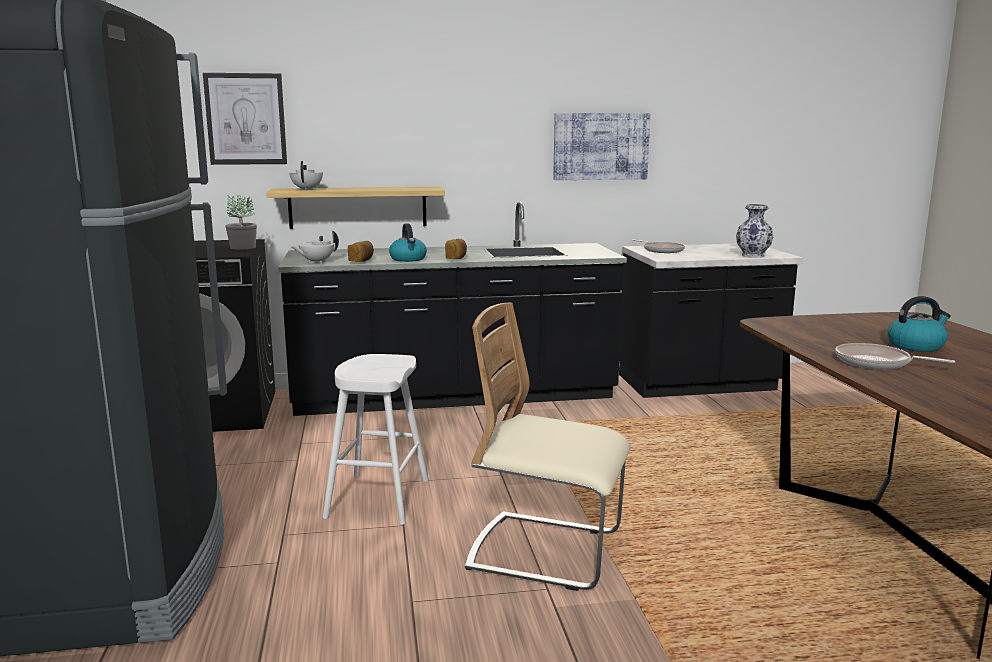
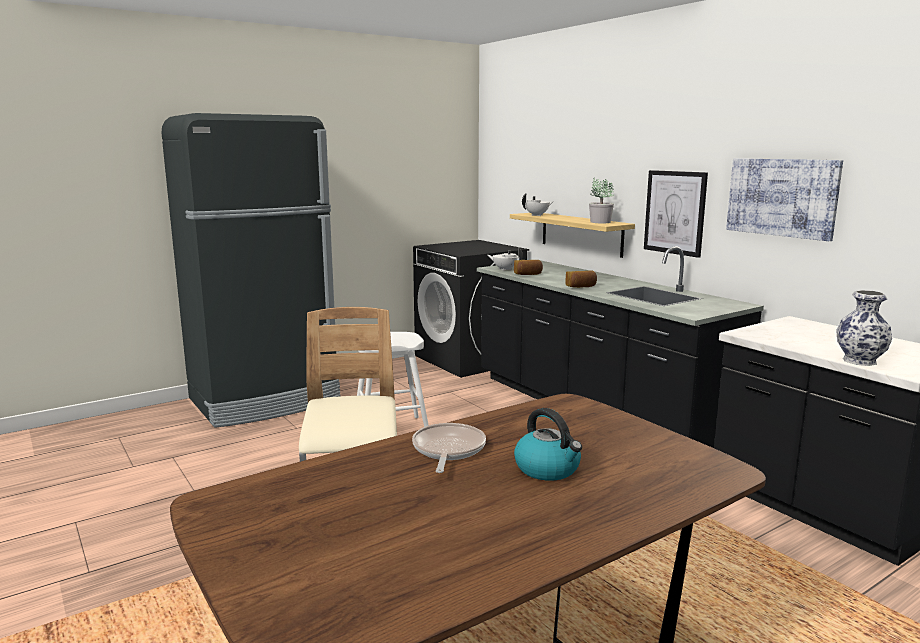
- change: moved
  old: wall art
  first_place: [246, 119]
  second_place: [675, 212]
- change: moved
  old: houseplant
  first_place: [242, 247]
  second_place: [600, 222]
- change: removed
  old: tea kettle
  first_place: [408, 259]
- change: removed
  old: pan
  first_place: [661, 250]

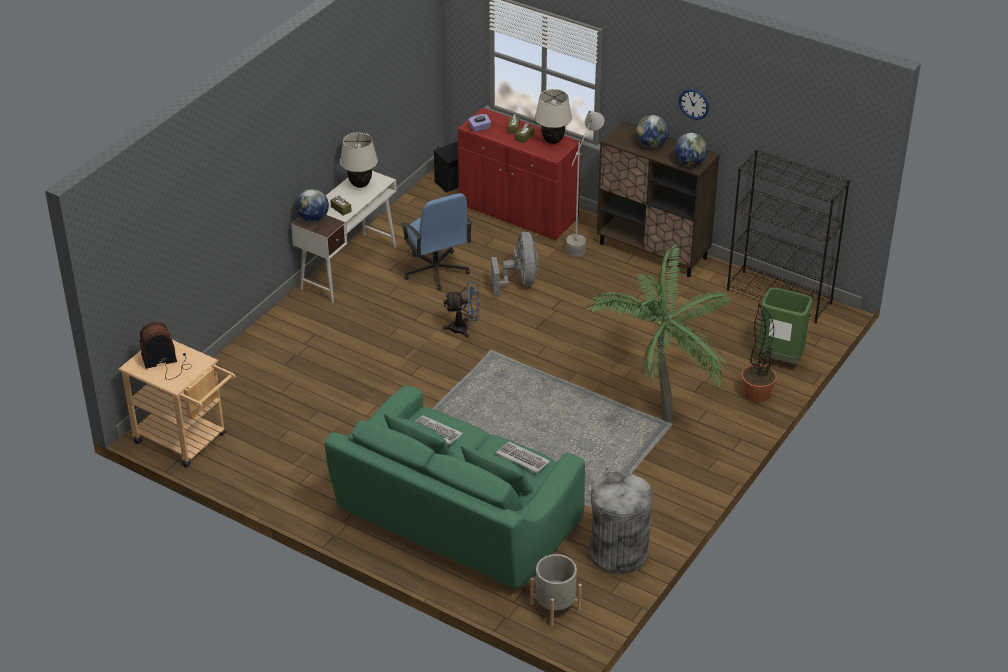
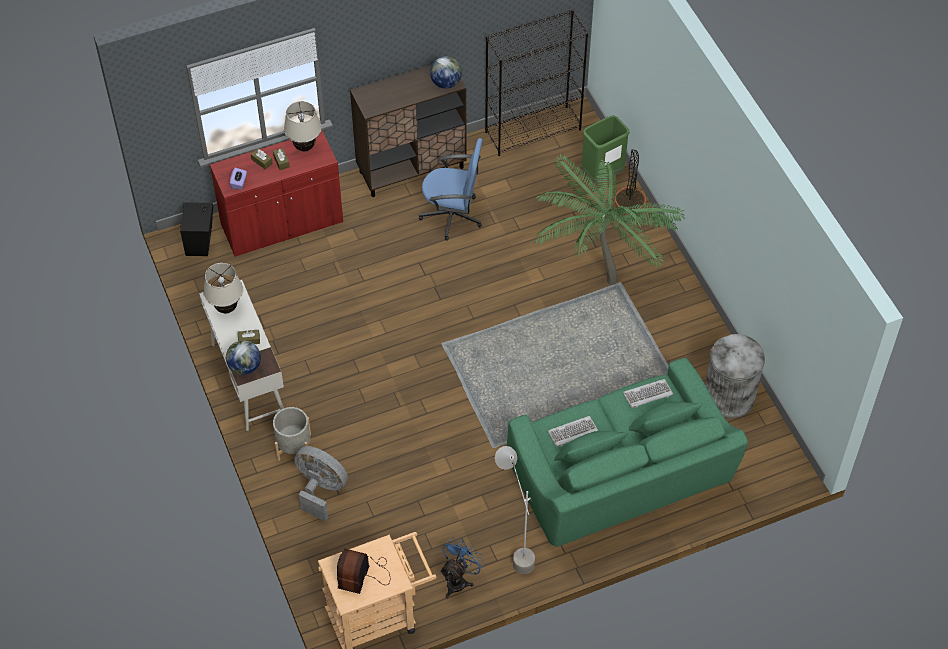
- change: moved
  old: office chair in bluish
  first_place: [436, 271]
  second_place: [453, 216]
- change: moved
  old: electric fan in bluish
  first_place: [464, 328]
  second_place: [459, 580]
- change: moved
  old: electric fan in gray
  first_place: [519, 282]
  second_place: [320, 490]
- change: moved
  old: flower pot in gray
  first_place: [555, 607]
  second_place: [294, 447]
- change: moved
  old: standing lamp in gray
  first_place: [582, 241]
  second_place: [514, 550]
- change: removed
  old: desk globe
  first_place: [651, 145]
- change: removed
  old: clock on the wall
  first_place: [693, 104]

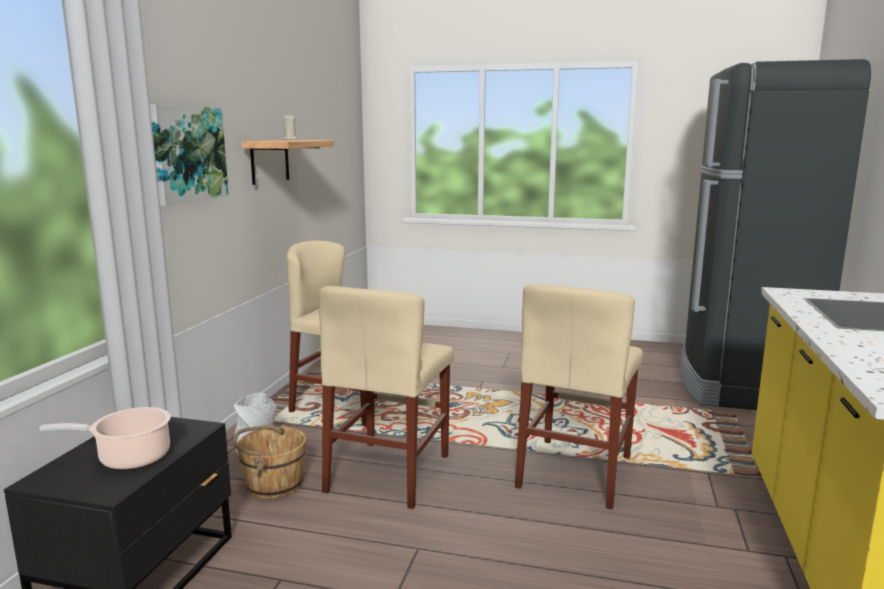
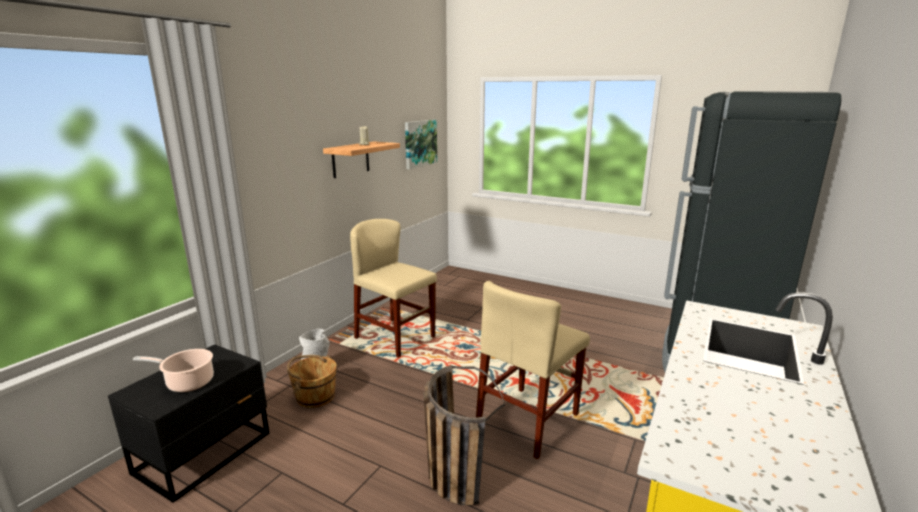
- change: moved
  old: wall art
  first_place: [188, 154]
  second_place: [420, 143]
- change: removed
  old: chair in beige
  first_place: [389, 472]
- change: added
  new: basket
  second_place: [451, 471]

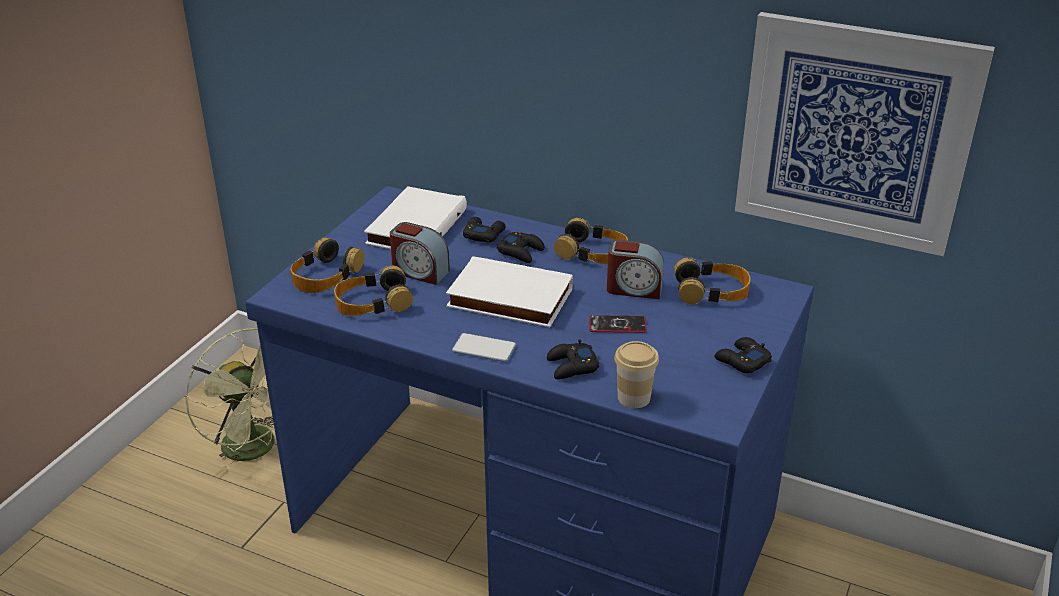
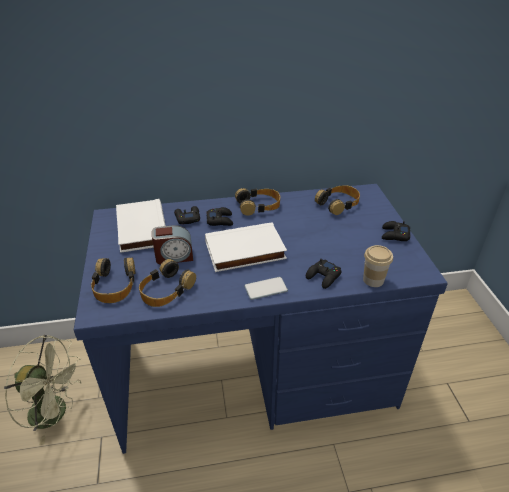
- change: removed
  old: handset
  first_place: [617, 325]
- change: removed
  old: table clock
  first_place: [634, 288]
- change: removed
  old: wall art
  first_place: [854, 133]

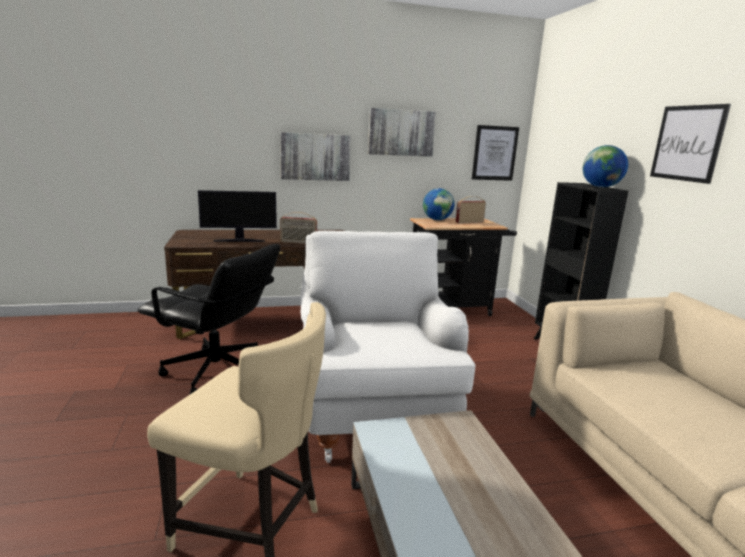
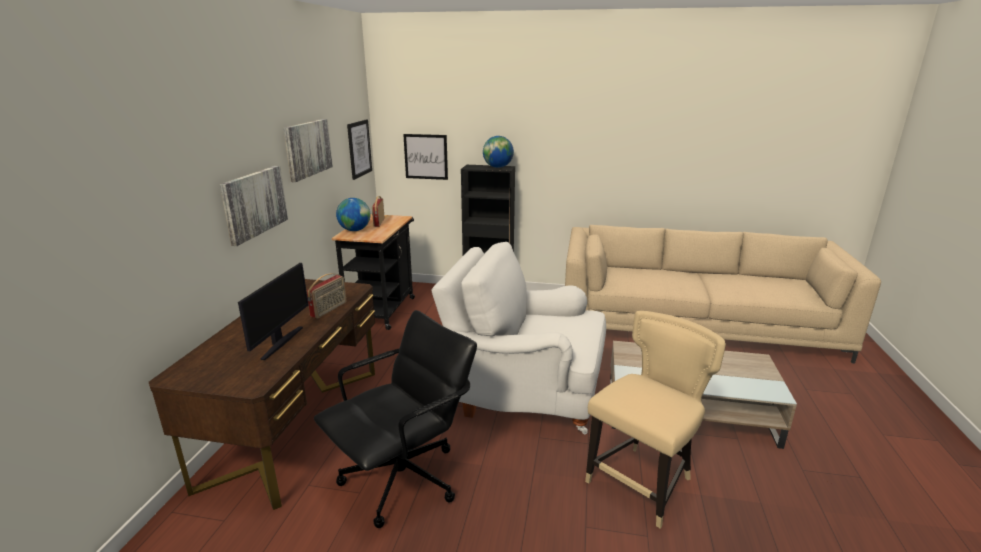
- change: moved
  old: wall art
  first_place: [687, 143]
  second_place: [426, 156]

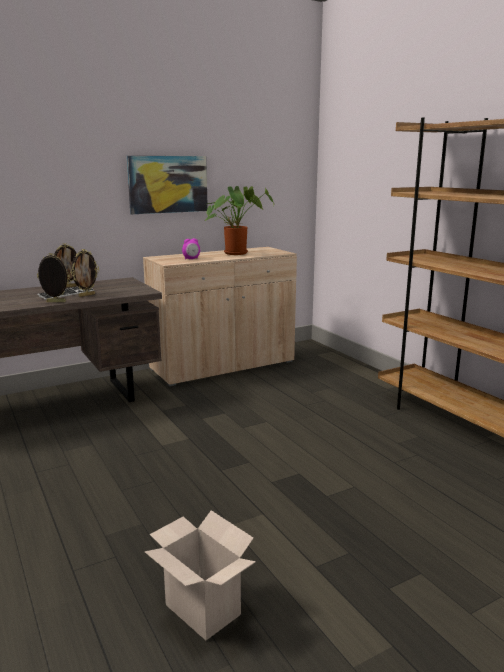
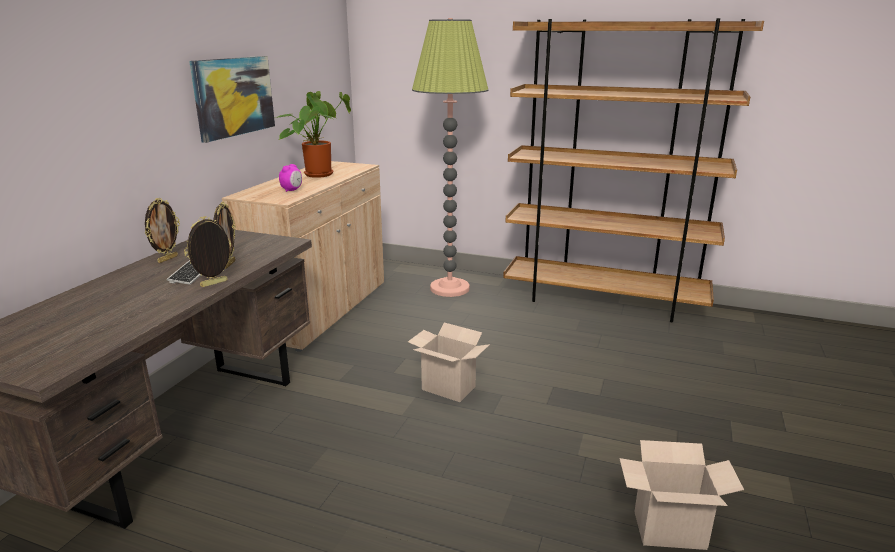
- change: added
  new: cardboard box
  second_place: [446, 388]
- change: added
  new: standing lamp
  second_place: [449, 288]

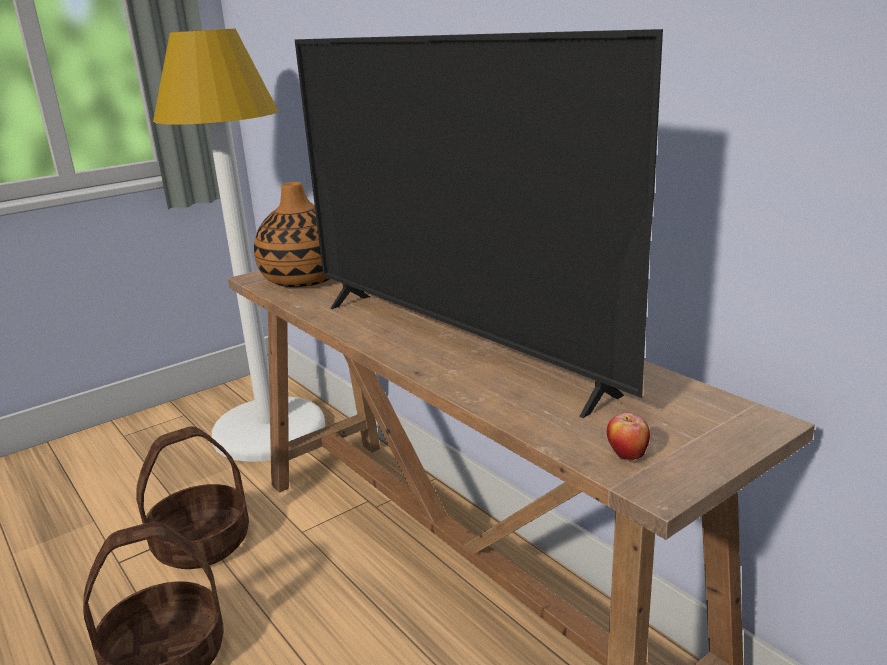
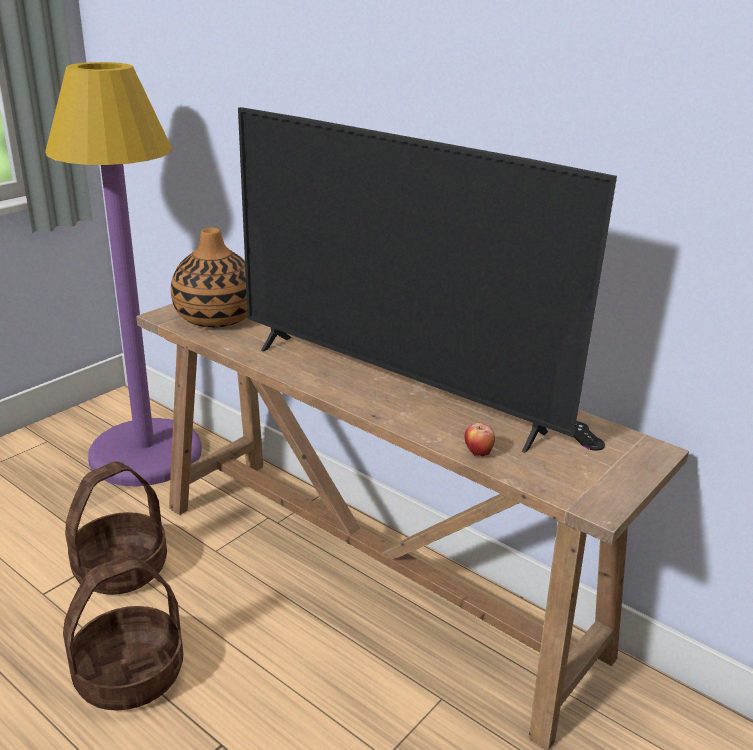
- change: recoloured
  old: standing lamp in whitish
  new: standing lamp in purplish
  first_place: [269, 431]
  second_place: [146, 454]
- change: moved
  old: apple fruit
  first_place: [626, 456]
  second_place: [478, 453]
- change: added
  new: gamepad in black-coloured
  second_place: [584, 436]

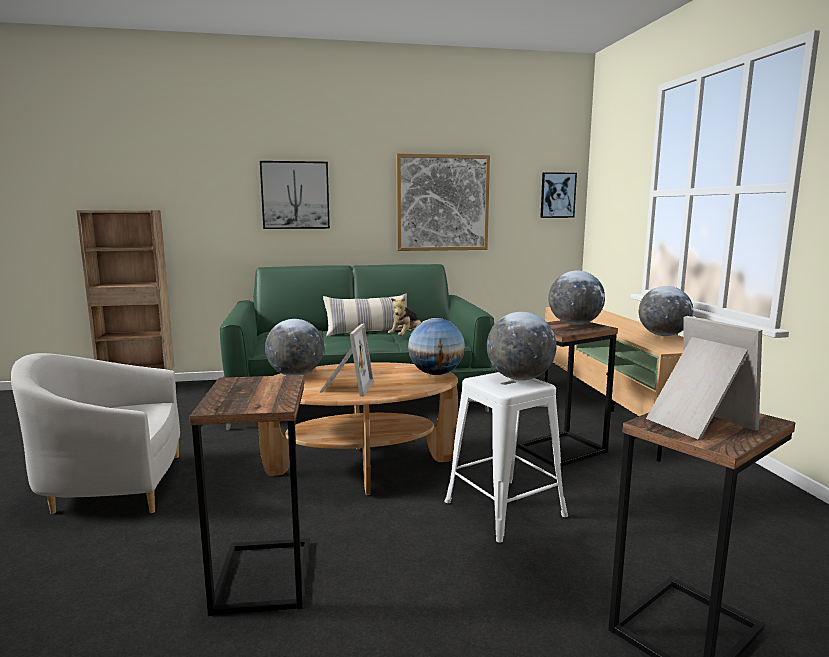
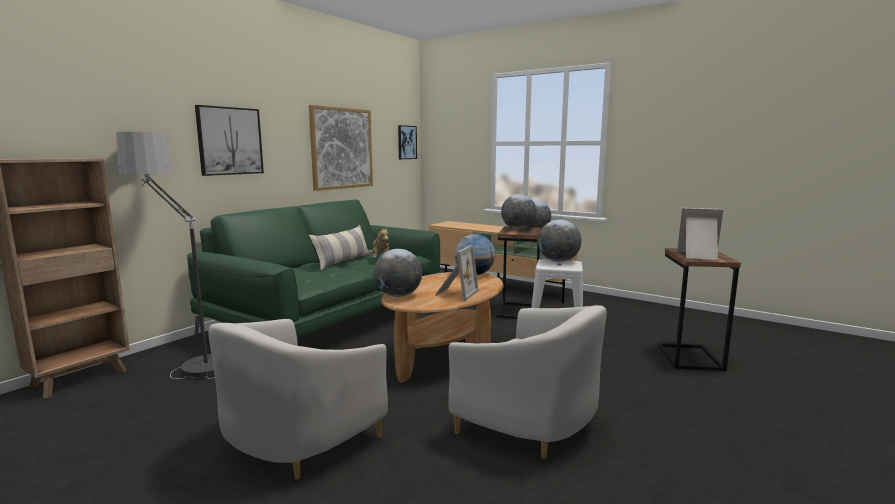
- change: replaced
  old: side table
  new: easy chair in whitish
  first_place: [261, 576]
  second_place: [529, 424]
- change: turned
  old: standing frame
  first_place: [345, 387]
  second_place: [455, 293]
  degrees: 60
- change: added
  new: standing lamp
  second_place: [185, 361]

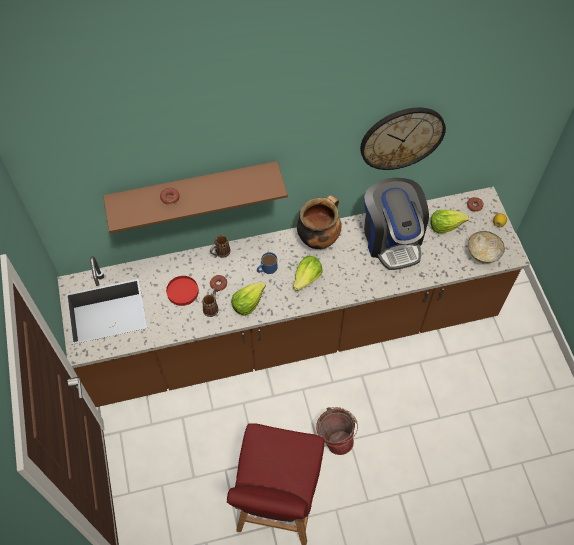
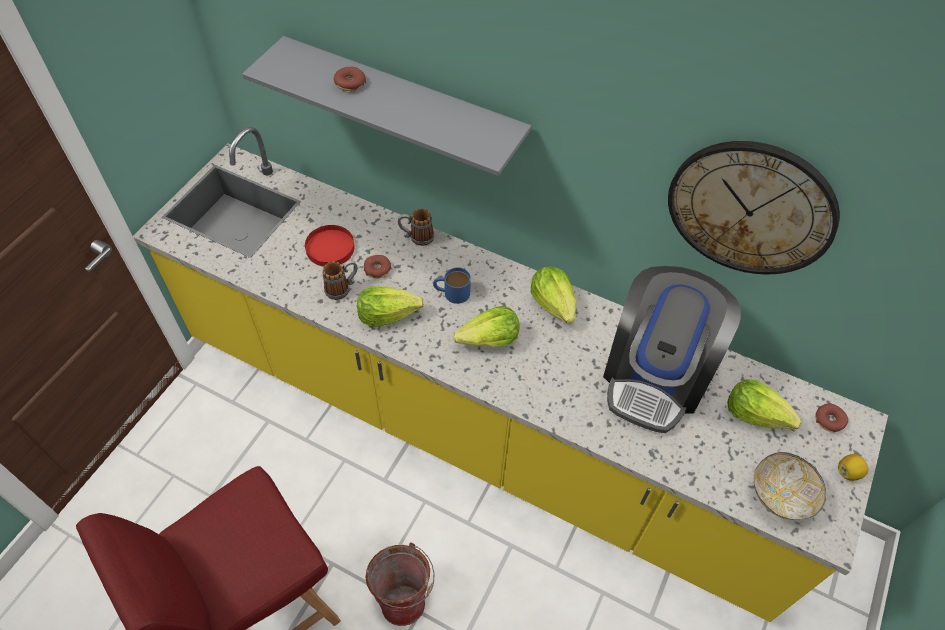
- change: recoloured
  old: counter in brown
  new: counter in yellow-coloured
  first_place: [287, 334]
  second_place: [469, 423]
- change: recoloured
  old: wall shelf in brown
  new: wall shelf in gray
  first_place: [193, 190]
  second_place: [403, 105]
- change: replaced
  old: saucepot
  new: head of lettuce
  first_place: [318, 238]
  second_place: [554, 304]

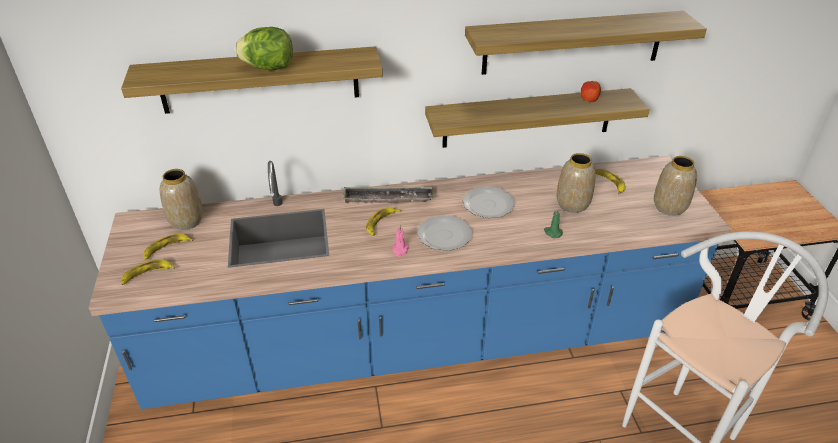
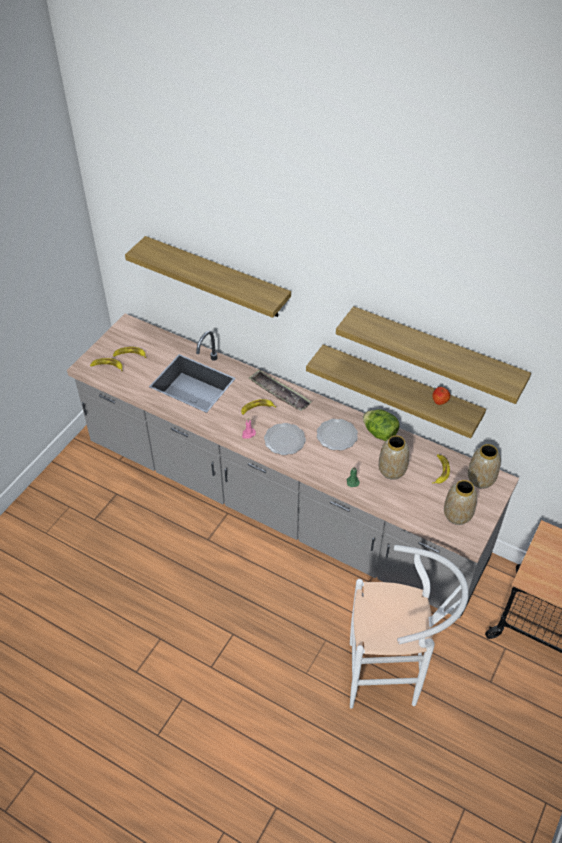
- change: recoloured
  old: counter in bluish
  new: counter in gray
  first_place: [419, 341]
  second_place: [281, 503]
- change: moved
  old: flower vase
  first_place: [187, 220]
  second_place: [481, 479]
- change: moved
  old: head of lettuce
  first_place: [269, 68]
  second_place: [380, 433]

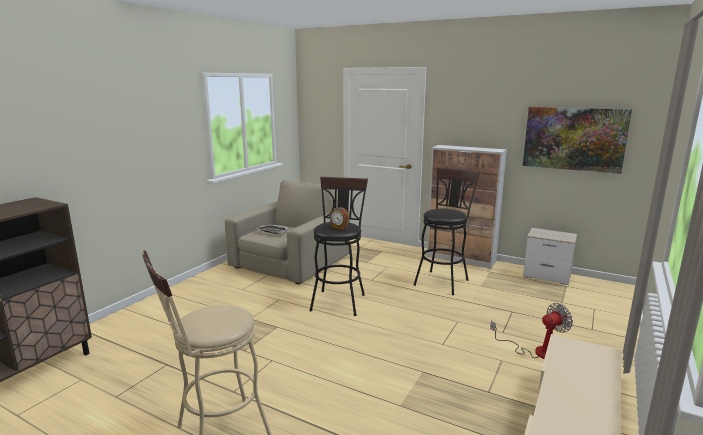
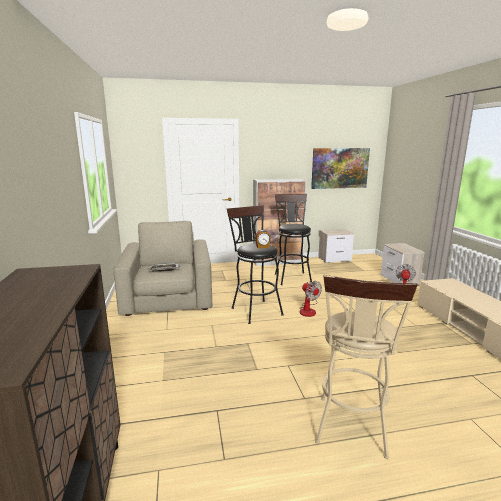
- change: added
  new: electric fan
  second_place: [308, 310]
- change: added
  new: night table
  second_place: [399, 280]

